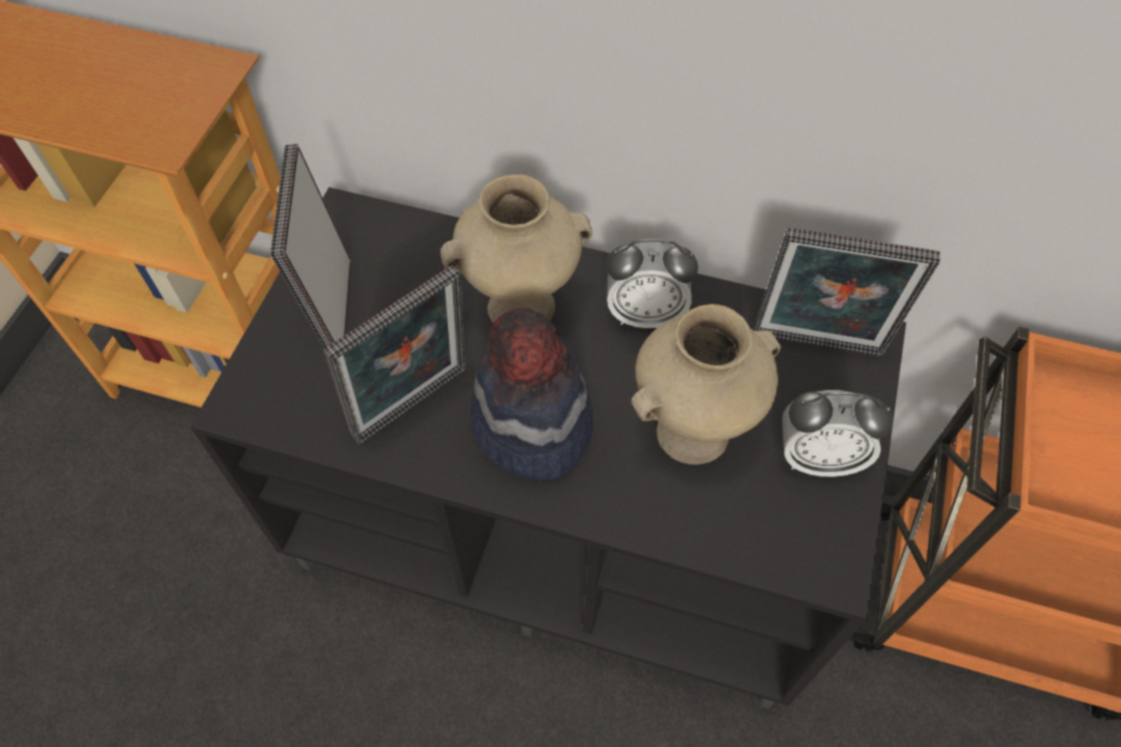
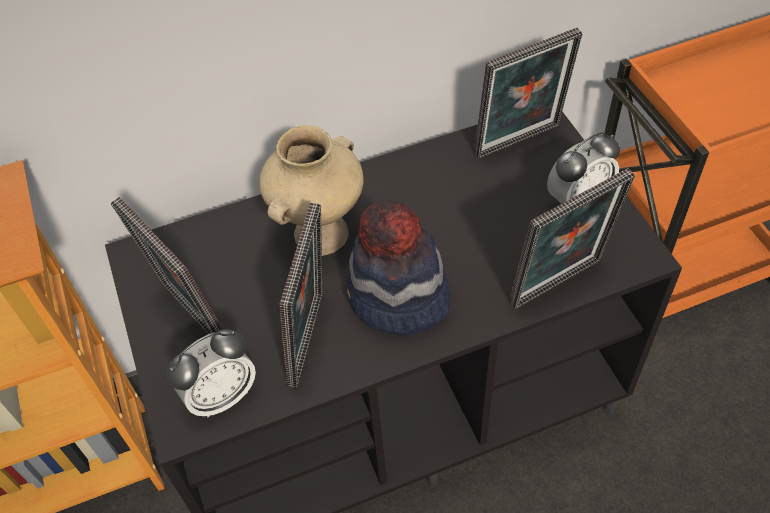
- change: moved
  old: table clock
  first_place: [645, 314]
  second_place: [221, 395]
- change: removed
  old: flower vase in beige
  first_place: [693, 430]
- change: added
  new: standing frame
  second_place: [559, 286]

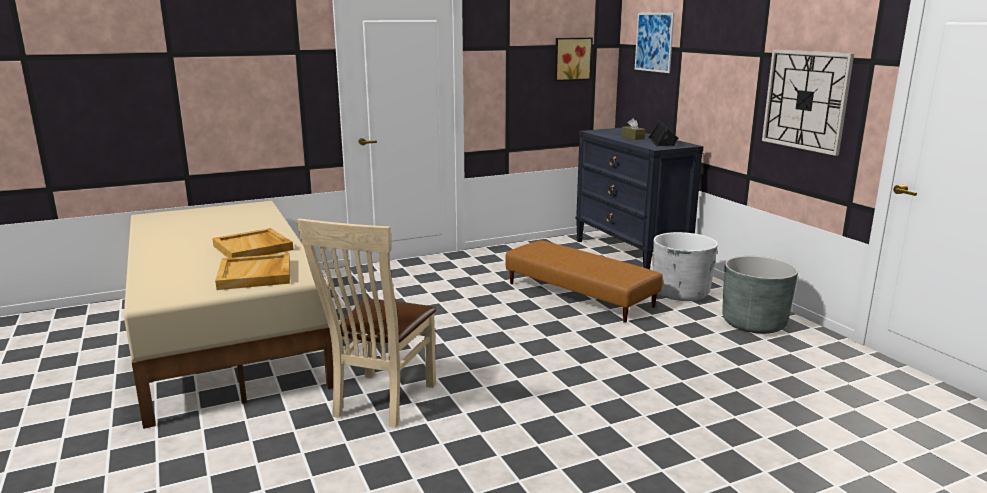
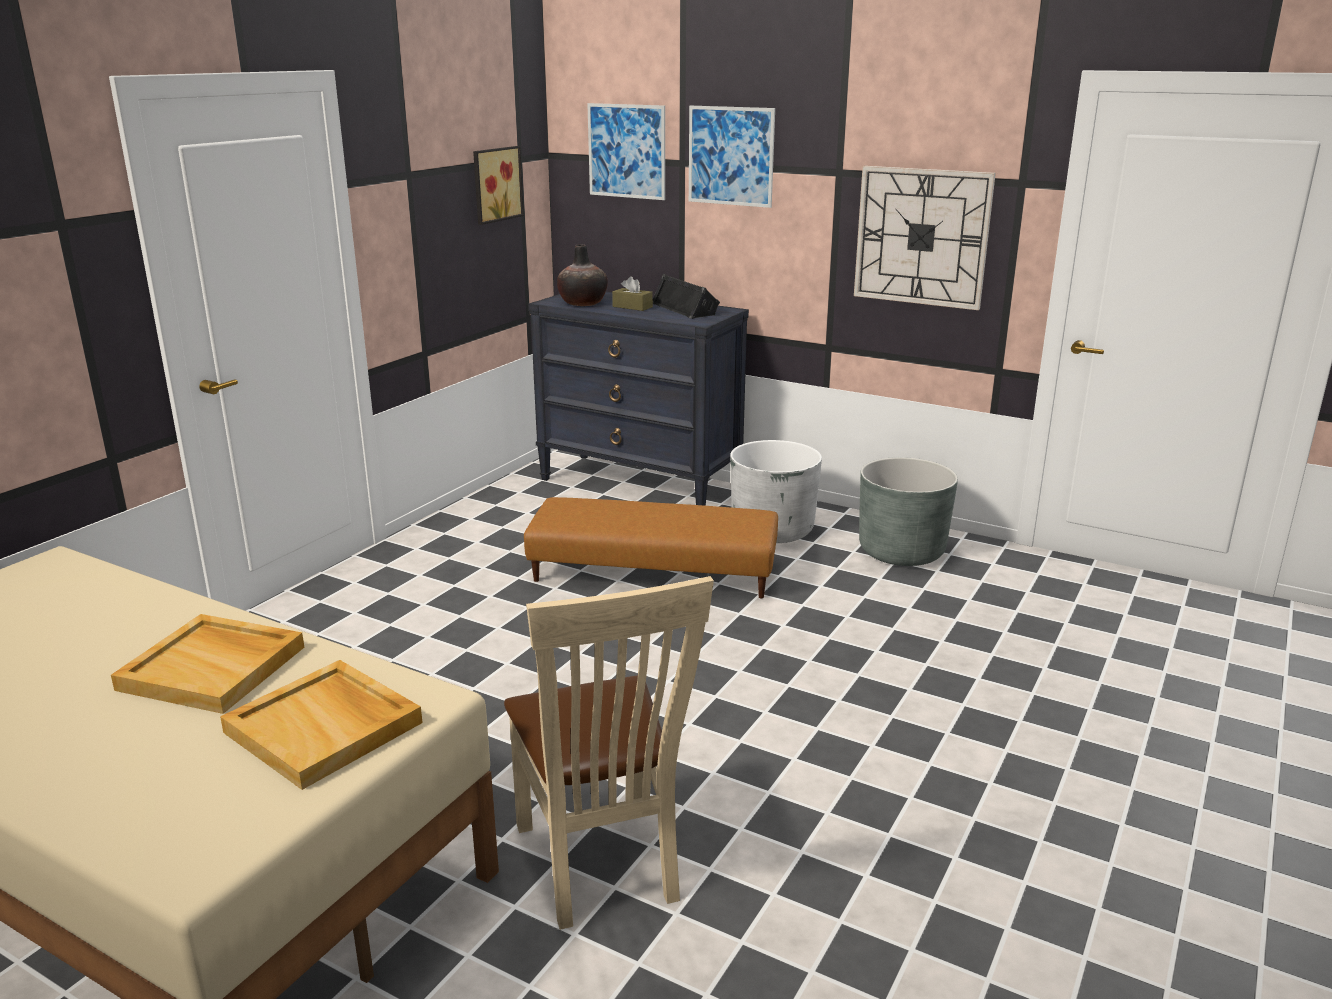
- change: added
  new: flower vase
  second_place: [583, 303]
- change: added
  new: wall art
  second_place: [730, 156]

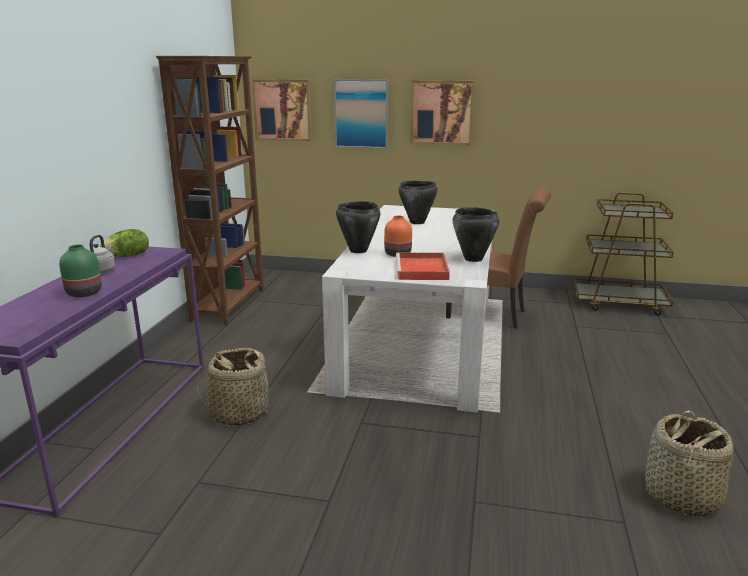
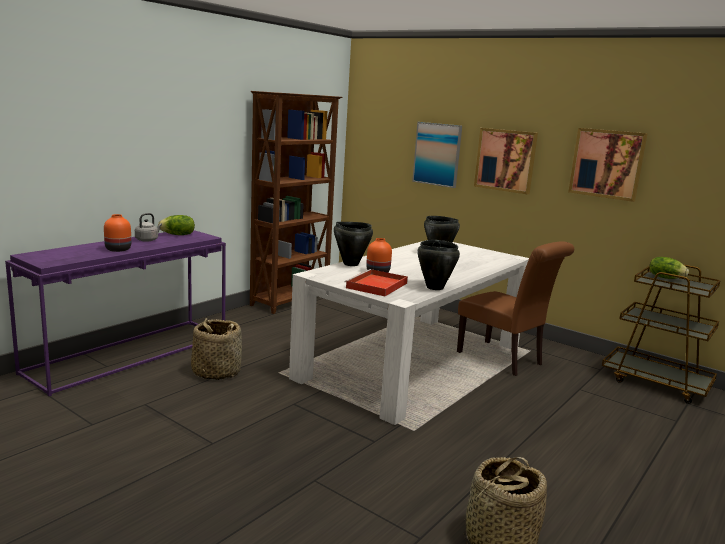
- change: recoloured
  old: flower vase in green-coloured
  new: flower vase in orange-coloured
  first_place: [84, 293]
  second_place: [117, 249]
- change: moved
  old: wall art
  first_place: [282, 110]
  second_place: [607, 164]
- change: added
  new: head of lettuce
  second_place: [665, 278]

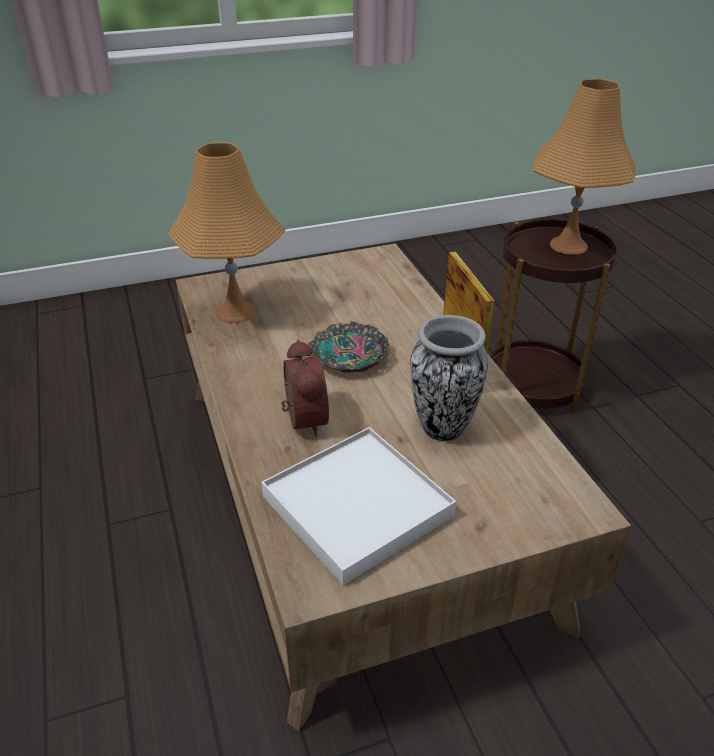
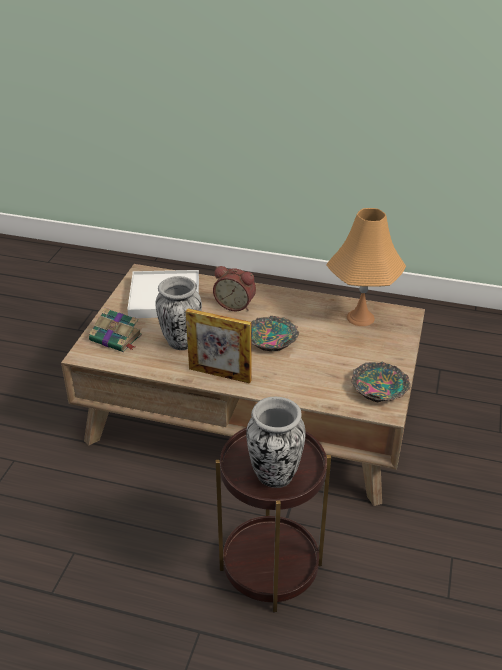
- change: replaced
  old: table lamp in orange-coloured
  new: flower vase
  first_place: [568, 245]
  second_place: [274, 476]
- change: added
  new: book
  second_place: [116, 338]
- change: added
  new: deep dish
  second_place: [380, 389]

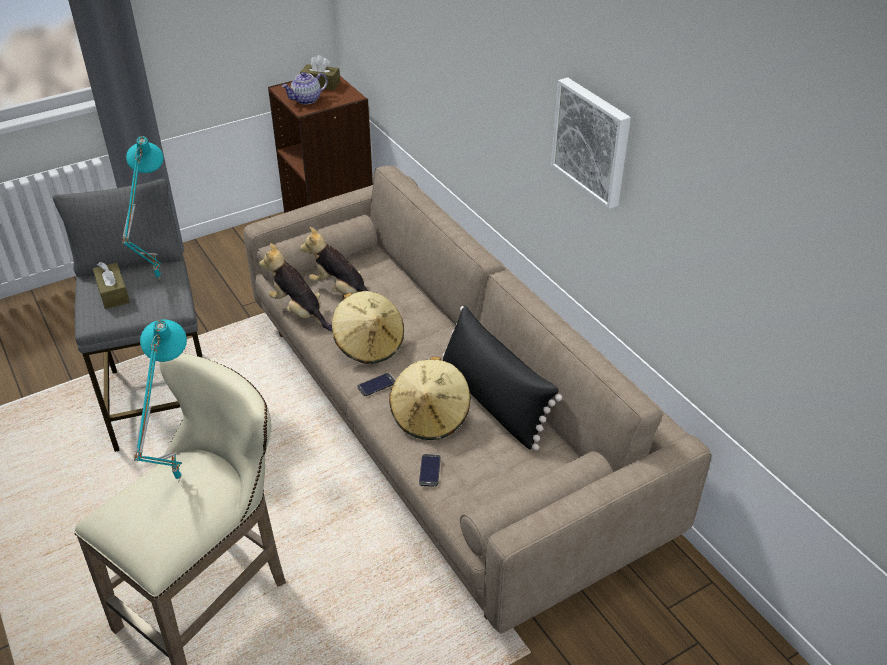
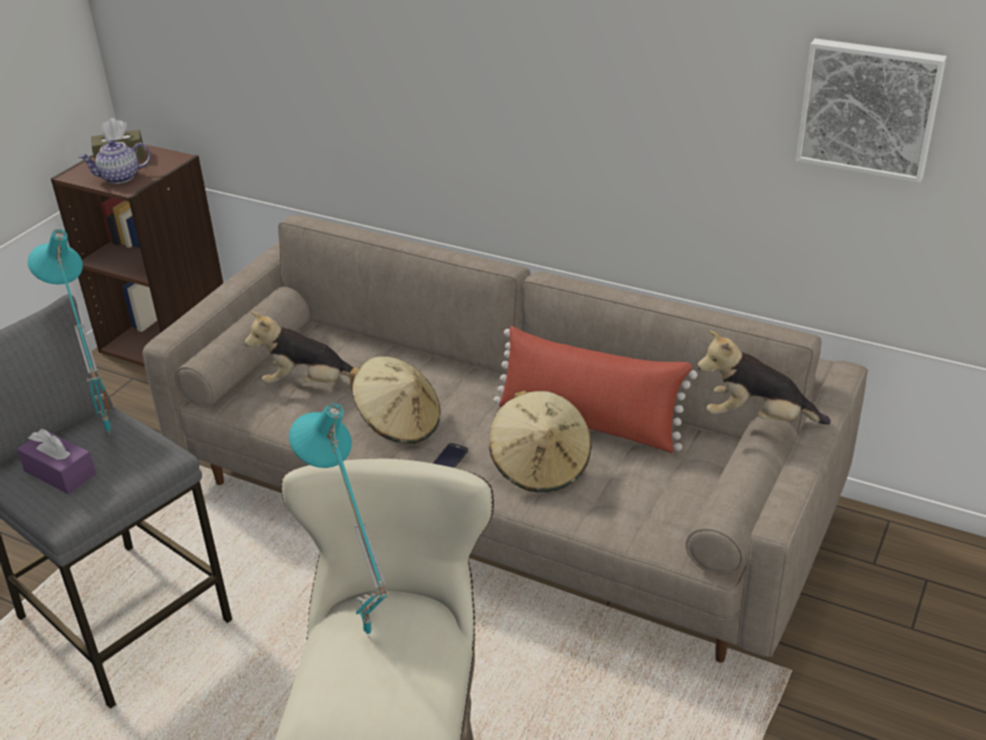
- change: recoloured
  old: tissue holder in brown
  new: tissue holder in purplish
  first_place: [113, 293]
  second_place: [60, 472]
- change: moved
  old: cuddly toy
  first_place: [299, 312]
  second_place: [757, 419]
- change: turned
  old: pot for tea
  first_place: [306, 100]
  second_place: [120, 178]
  degrees: 45
- change: removed
  old: handset
  first_place: [429, 470]
- change: recoloured
  old: cushion in black-coloured
  new: cushion in reddish
  first_place: [493, 400]
  second_place: [588, 423]
- change: moved
  old: wall art
  first_place: [593, 141]
  second_place: [869, 108]

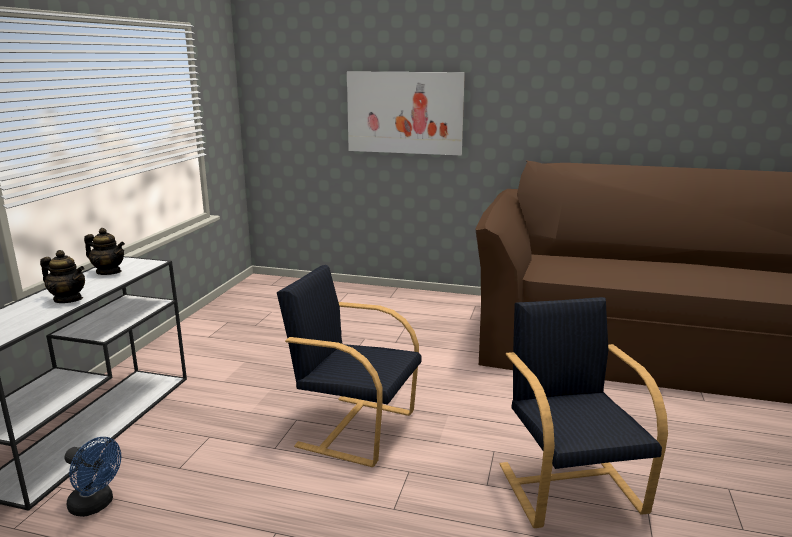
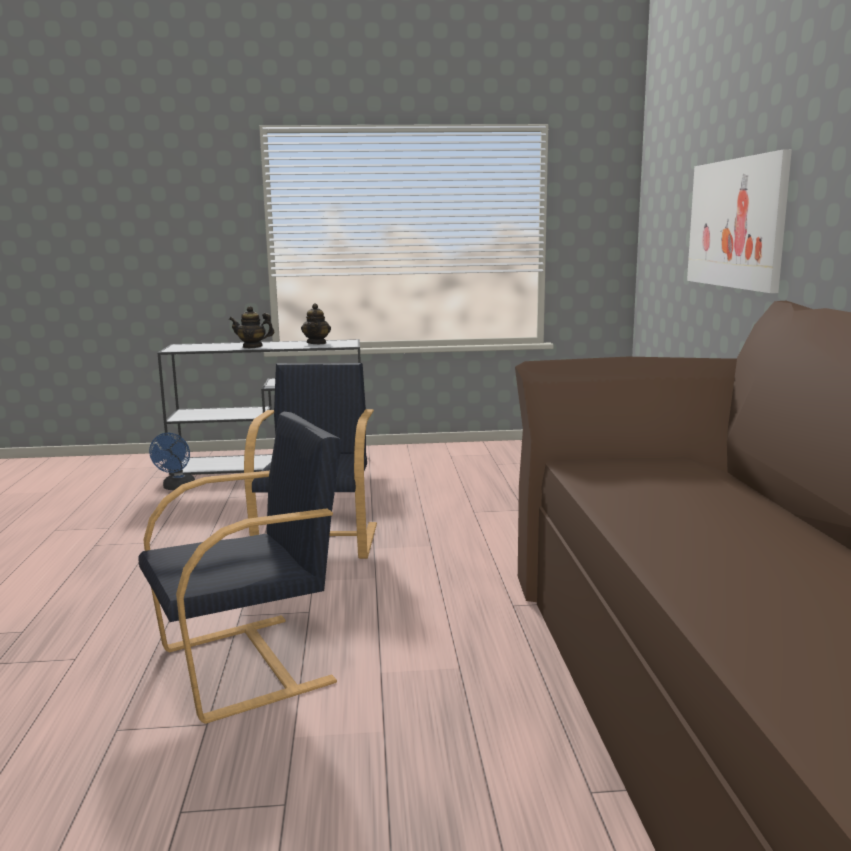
- change: turned
  old: pot for tea
  first_place: [68, 299]
  second_place: [252, 346]
  degrees: 90

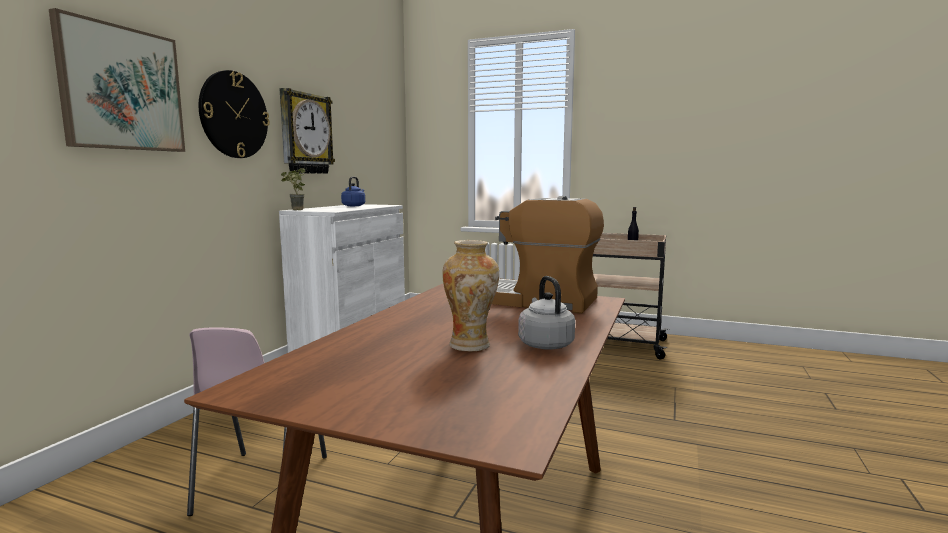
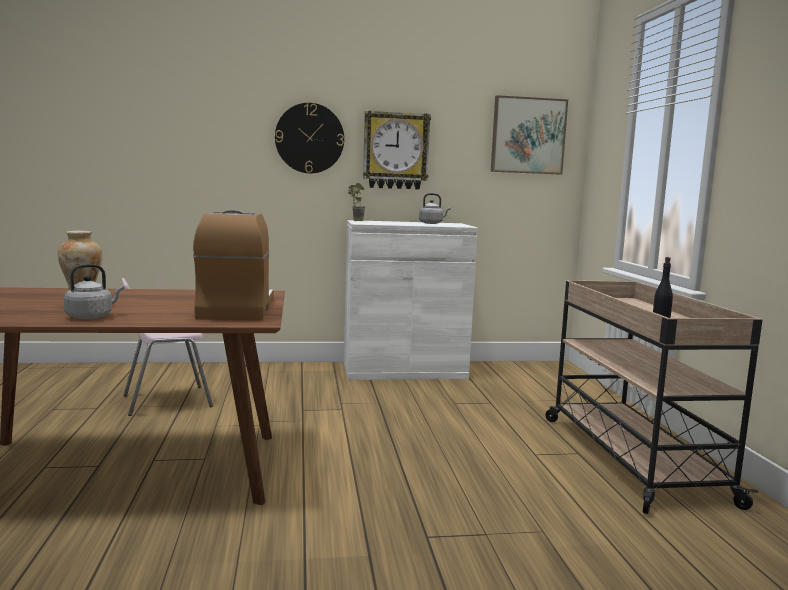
- change: moved
  old: wall art
  first_place: [122, 89]
  second_place: [528, 135]
- change: recoloured
  old: tea kettle in bluish
  new: tea kettle in gray
  first_place: [354, 206]
  second_place: [432, 223]

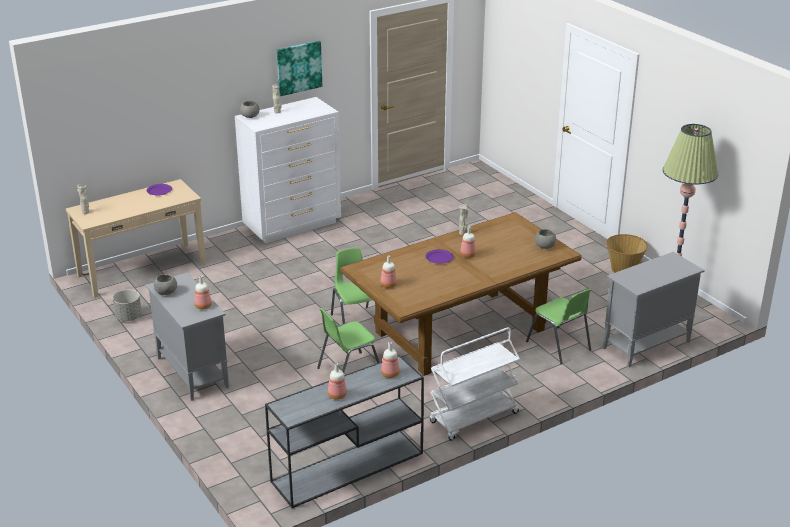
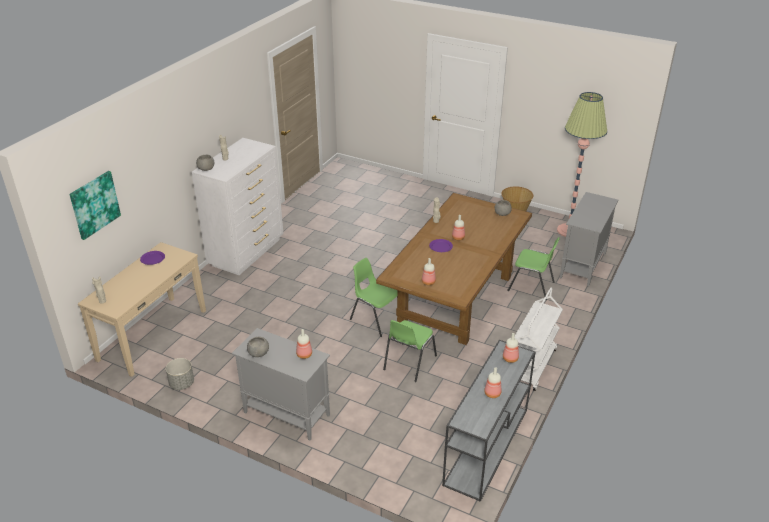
- change: moved
  old: wall art
  first_place: [298, 67]
  second_place: [94, 204]

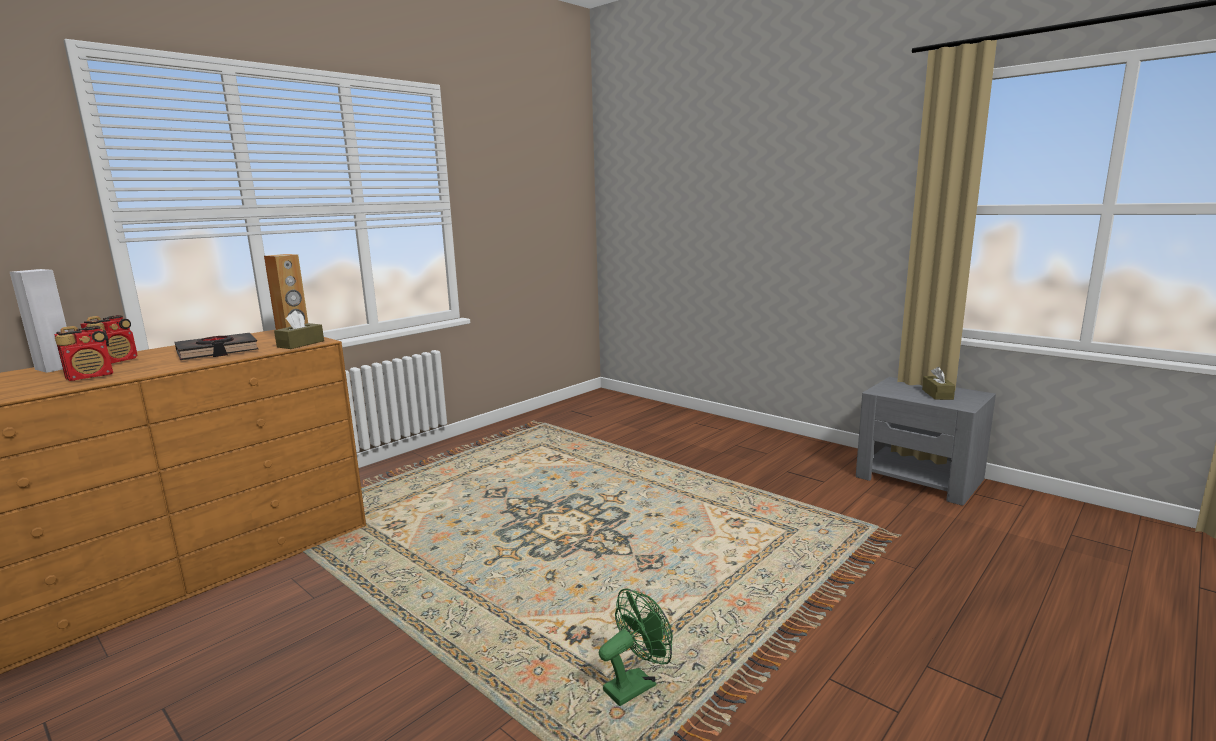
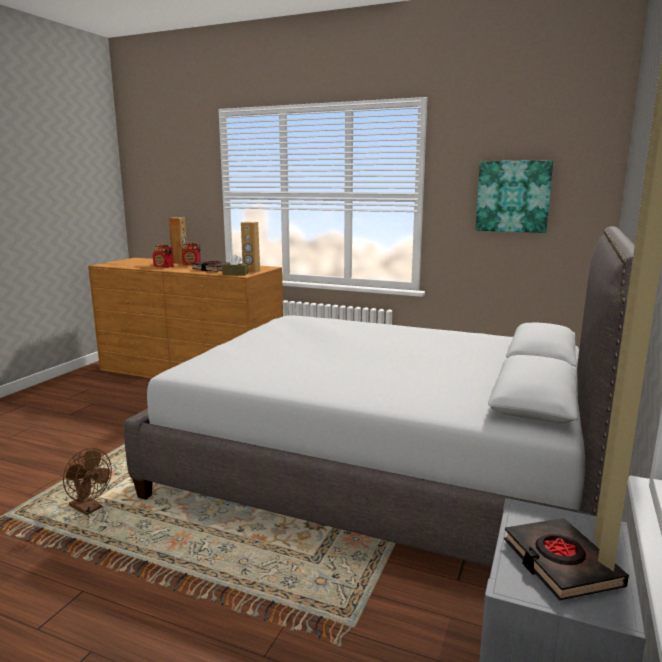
- change: recoloured
  old: loudspeaker in whitish
  new: loudspeaker in brown
  first_place: [56, 368]
  second_place: [180, 262]
- change: recoloured
  old: electric fan in green-coloured
  new: electric fan in brown
  first_place: [636, 684]
  second_place: [89, 508]
- change: replaced
  old: tissue holder in brown
  new: book in black-coloured
  first_place: [937, 394]
  second_place: [560, 563]
- change: added
  new: bed in gray
  second_place: [382, 471]
- change: added
  new: wall art
  second_place: [513, 196]

